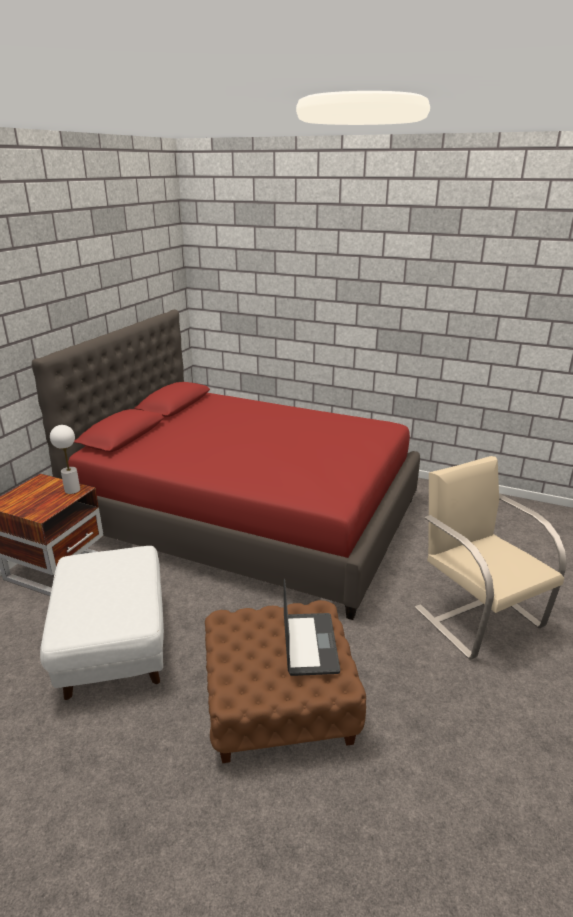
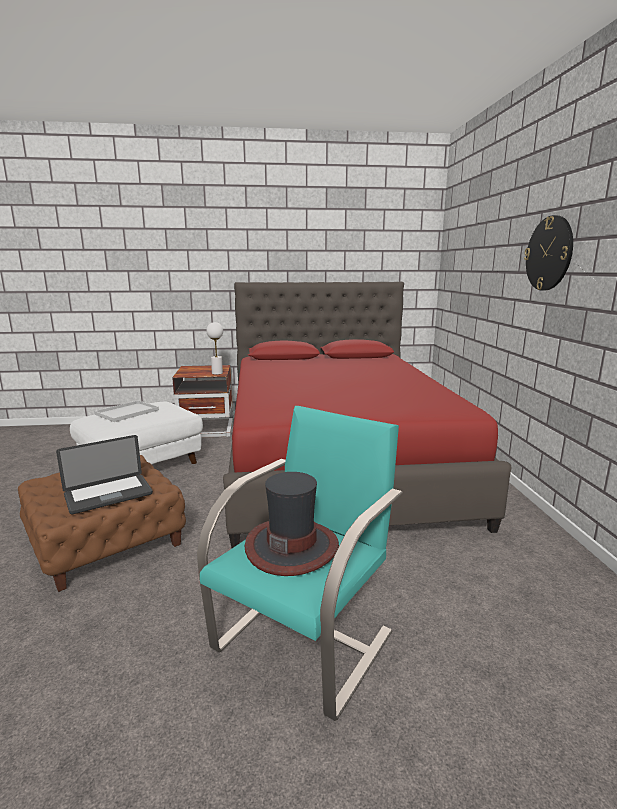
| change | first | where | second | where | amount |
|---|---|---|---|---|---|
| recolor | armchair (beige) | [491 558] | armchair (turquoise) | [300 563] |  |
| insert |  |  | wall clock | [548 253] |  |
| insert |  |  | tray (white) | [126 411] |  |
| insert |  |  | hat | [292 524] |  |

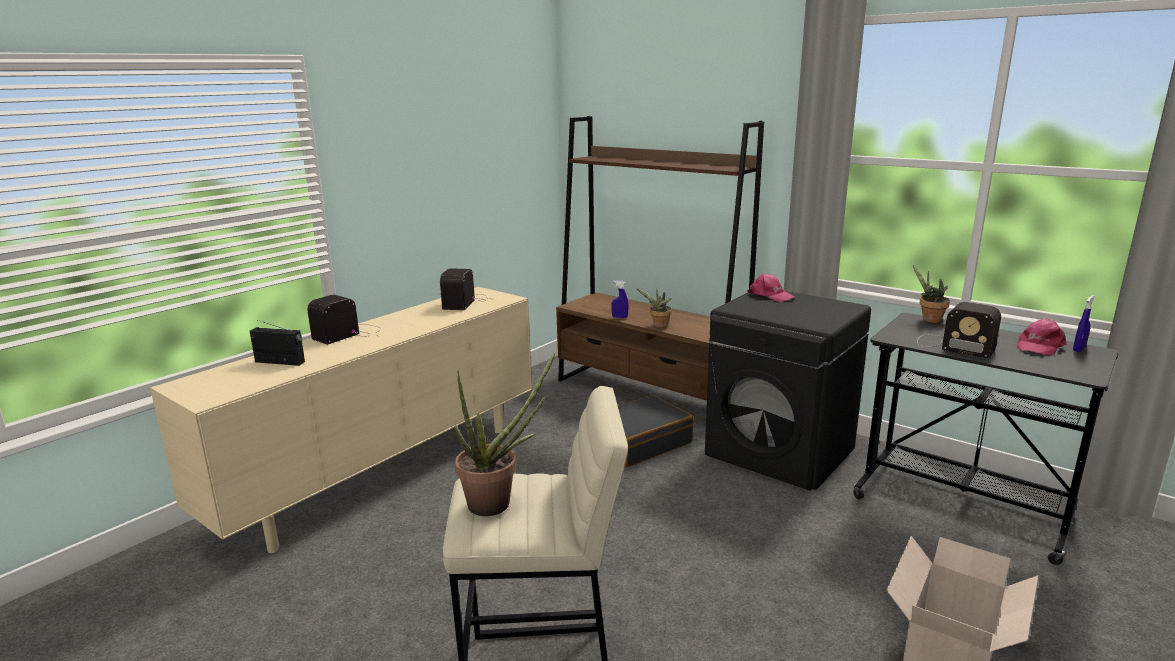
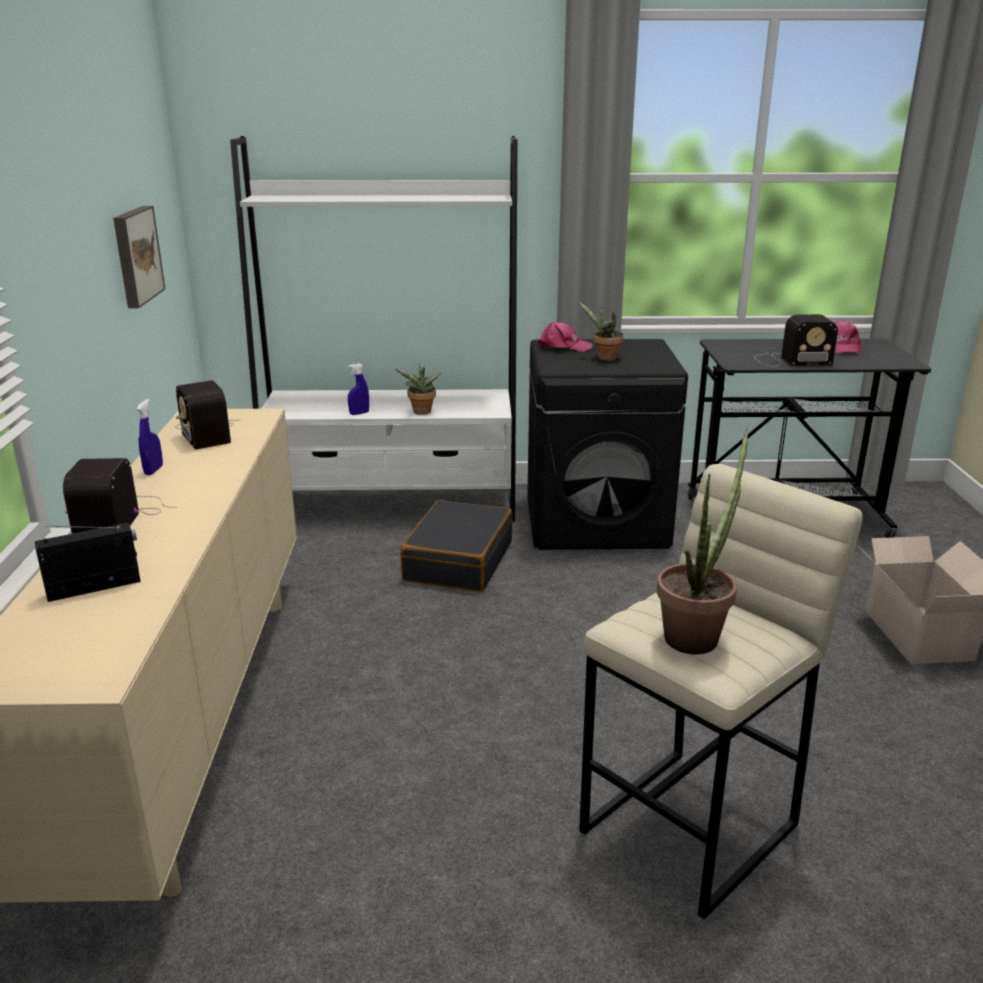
| change | first | where | second | where | amount |
|---|---|---|---|---|---|
| recolor | bookcase (brown) | [660 258] | bookcase (white) | [374 329] |  |
| move | potted plant | [931 294] |  | [600 331] |  |
| move | spray bottle (blue) | [1084 323] |  | [150 437] |  |
| insert |  |  | picture | [139 257] |  |

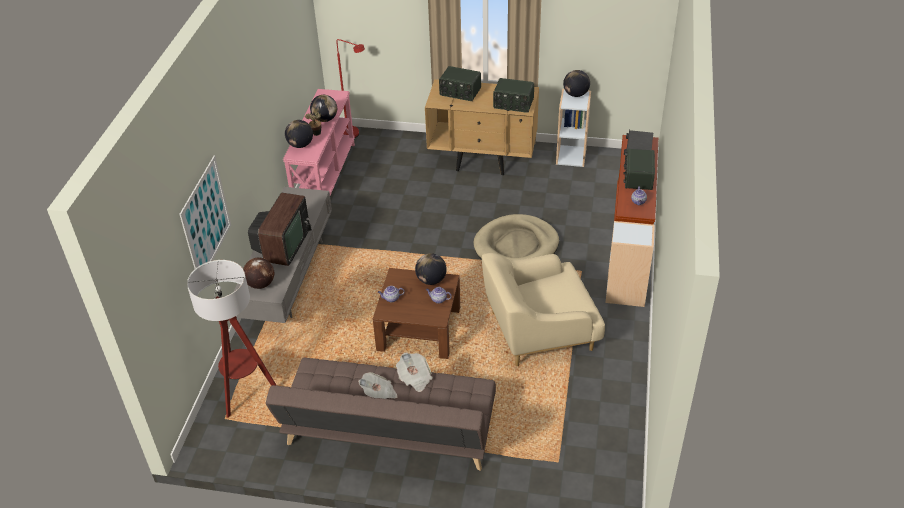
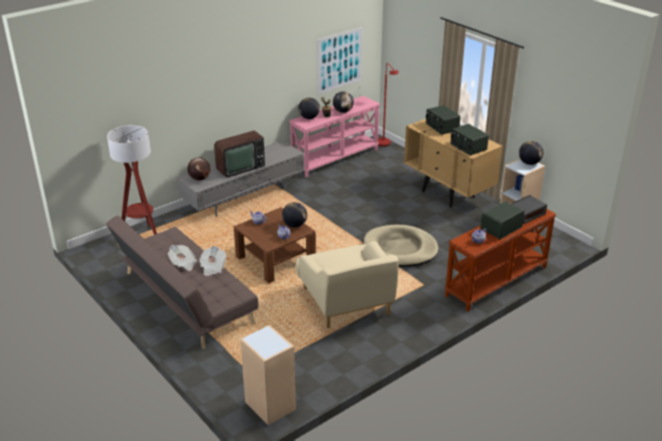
| change | first | where | second | where | amount |
|---|---|---|---|---|---|
| move | picture | [205 212] |  | [340 60] |  |
| move | bookcase | [630 264] |  | [268 375] |  |
| rotate | armchair (beige) | [543 309] |  | [347 284] | 135 degrees counterclockwise |

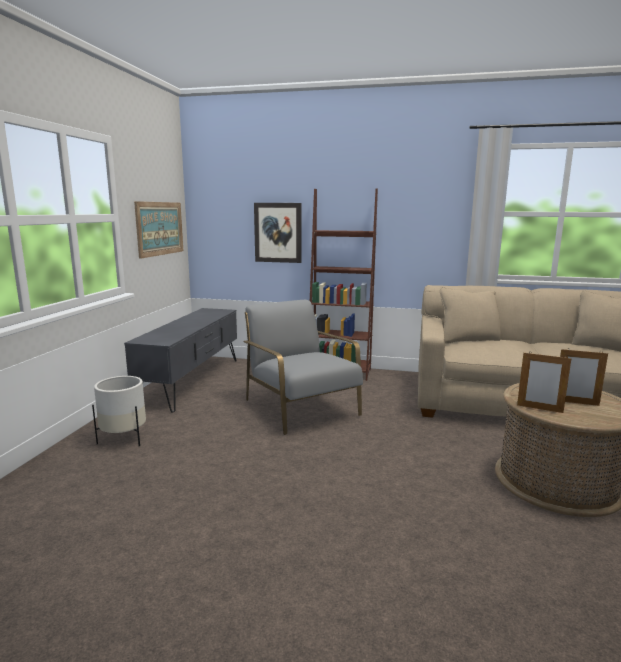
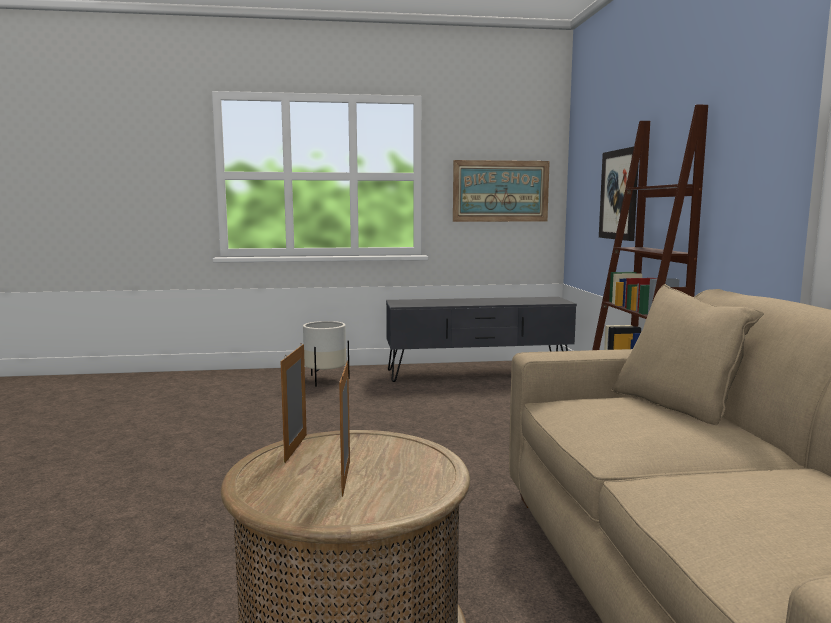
| change | first | where | second | where | amount |
|---|---|---|---|---|---|
| delete | armchair (grey) | [303 367] |  |  |  |

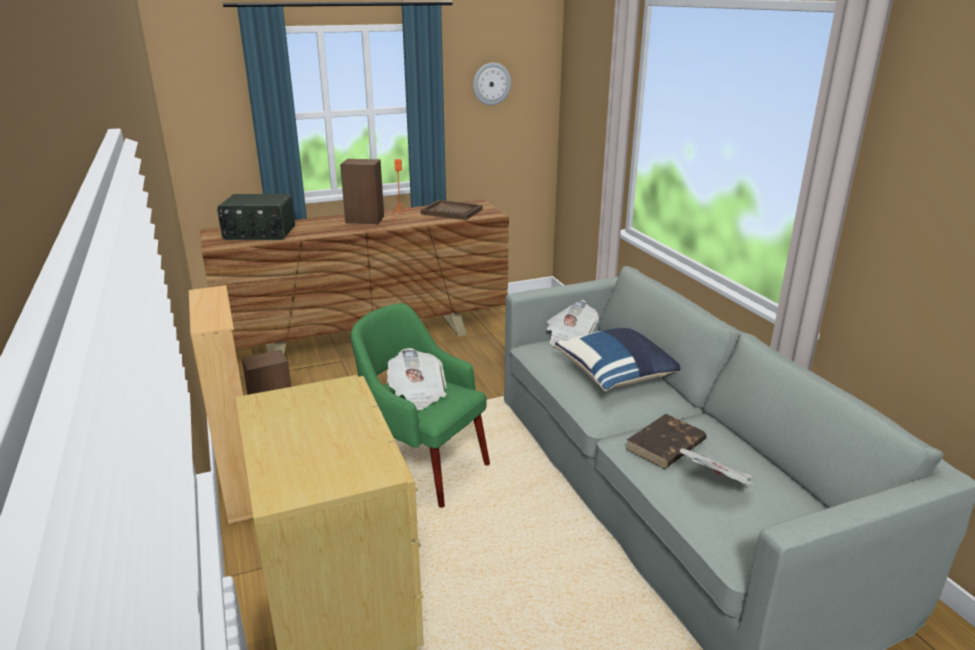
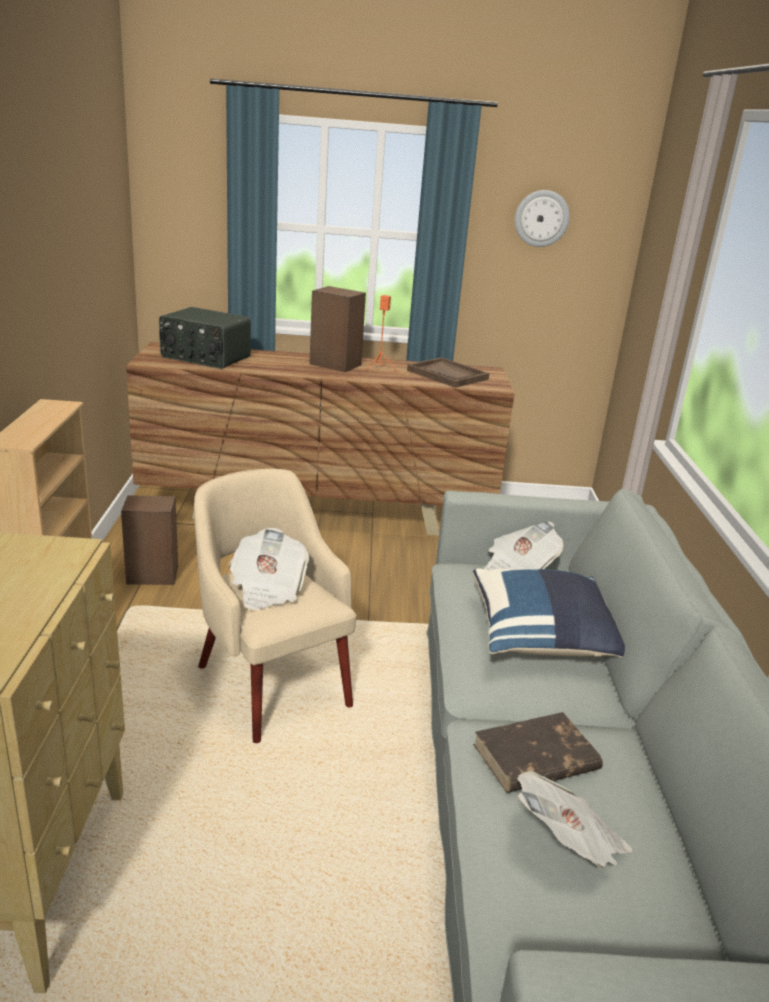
| change | first | where | second | where | amount |
|---|---|---|---|---|---|
| recolor | armchair (green) | [420 405] | armchair (beige) | [275 606] |  |

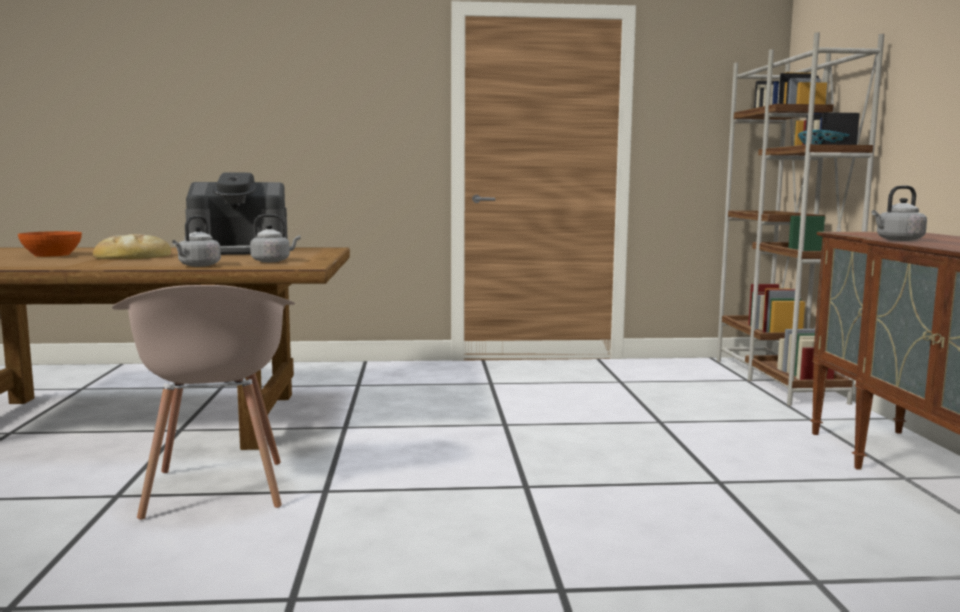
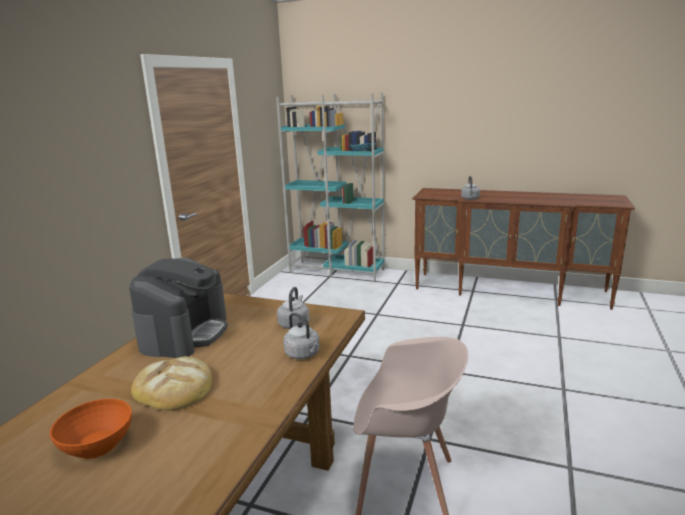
| change | first | where | second | where | amount |
|---|---|---|---|---|---|
| recolor | bookcase (brown) | [800 219] | bookcase (turquoise) | [330 187] |  |

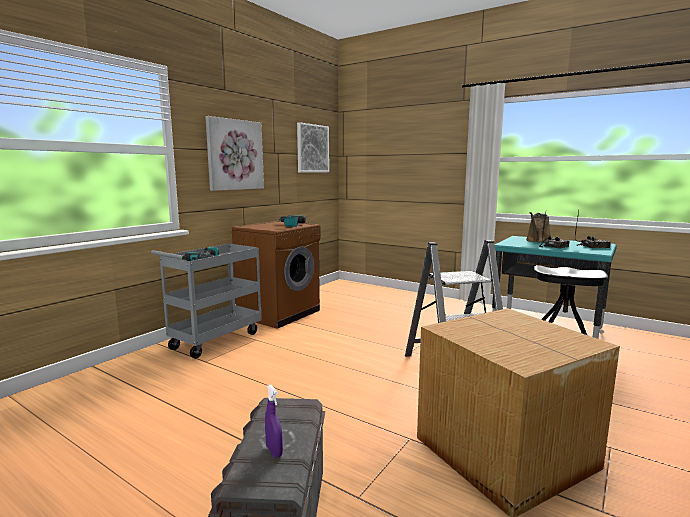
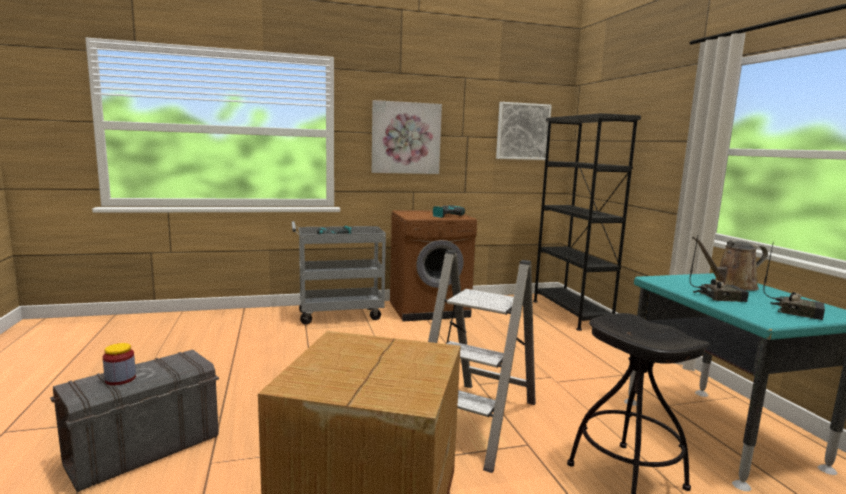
| change | first | where | second | where | amount |
|---|---|---|---|---|---|
| replace | spray bottle (purple) | [274 421] | jar | [119 364] |  |
| insert |  |  | bookcase (black) | [587 222] |  |

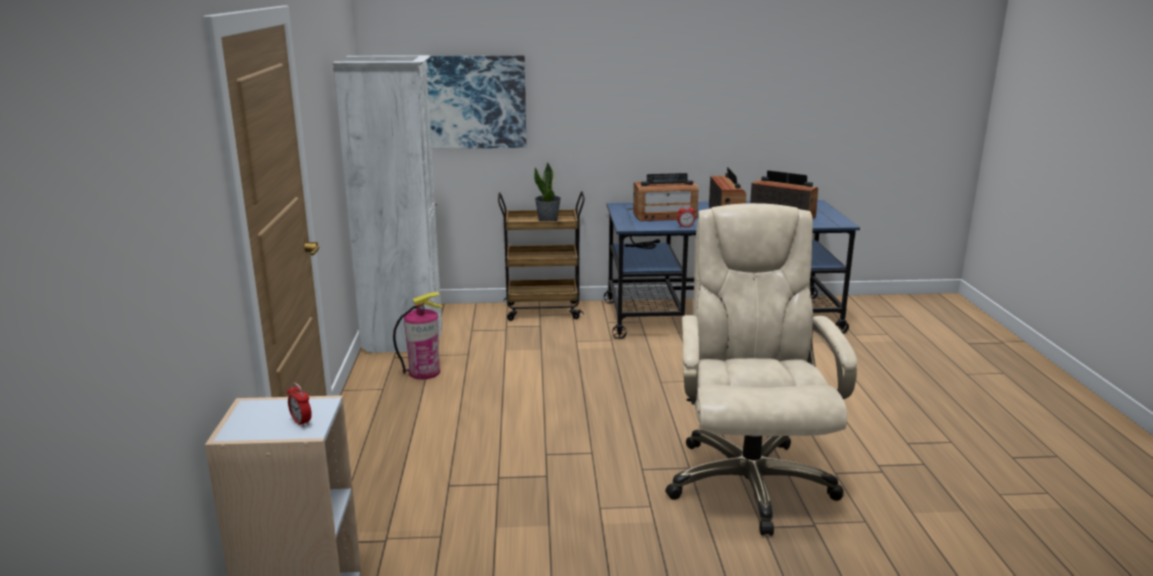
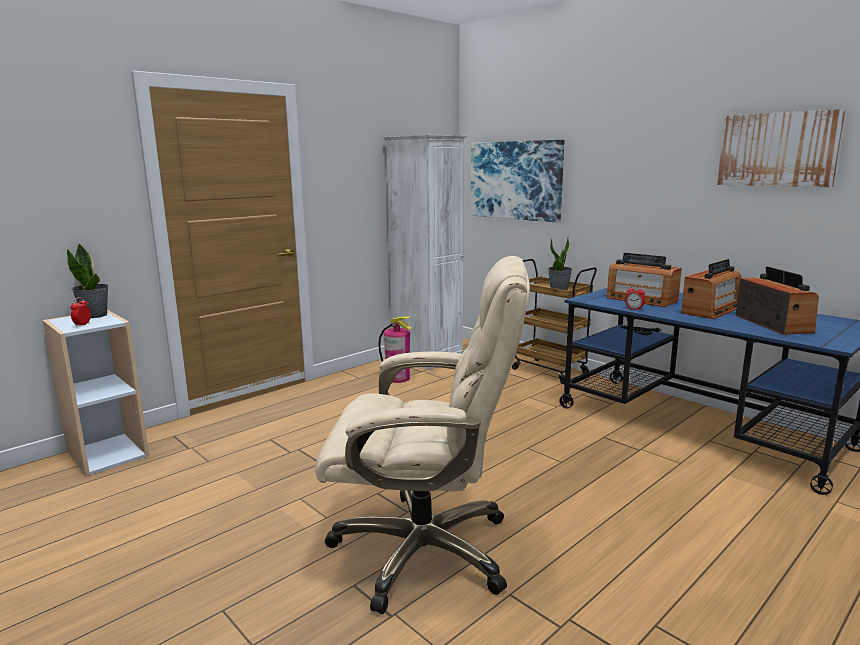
| change | first | where | second | where | amount |
|---|---|---|---|---|---|
| rotate | office chair (beige) | [761 369] |  | [422 435] | 45 degrees clockwise |
| insert |  |  | picture | [781 148] |  |
| insert |  |  | potted plant | [87 281] |  |

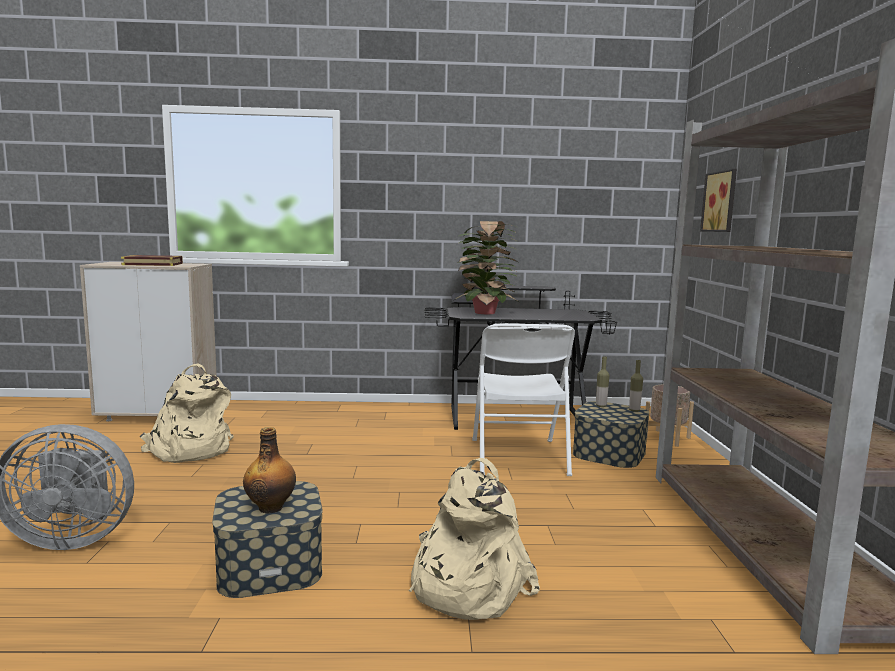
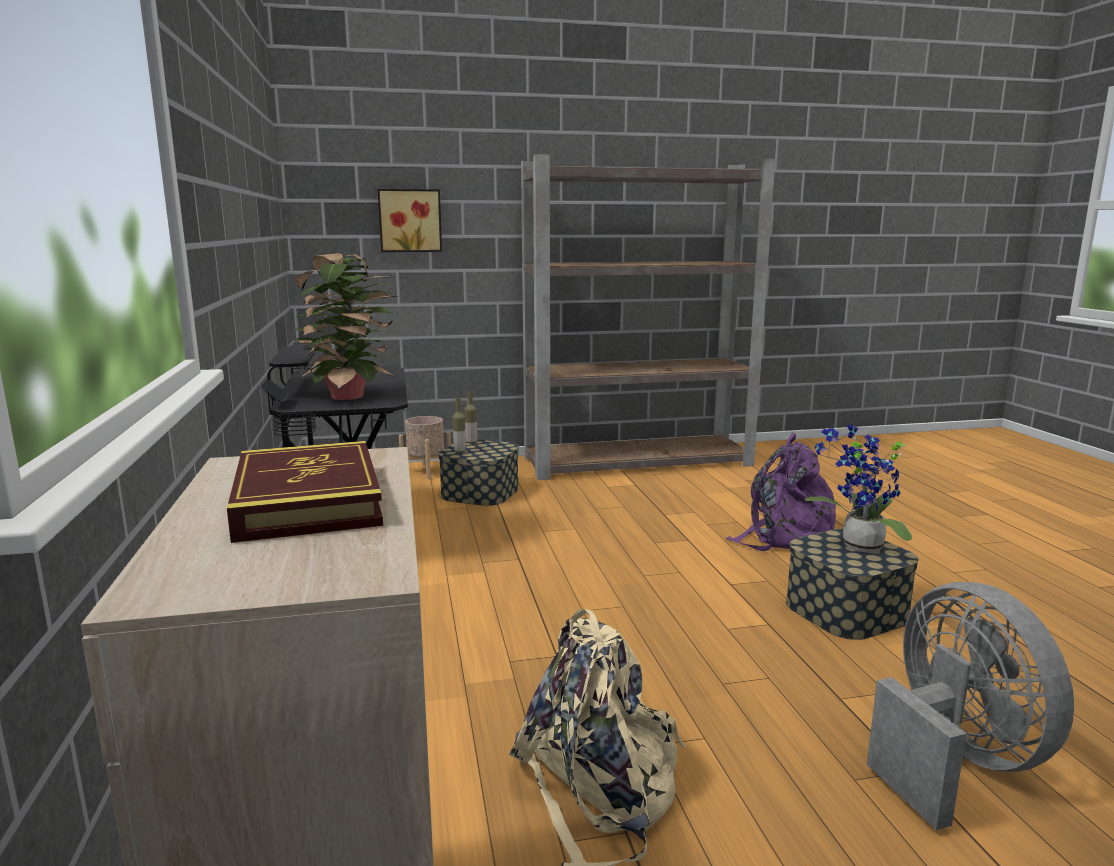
| change | first | where | second | where | amount |
|---|---|---|---|---|---|
| delete | chair (white) | [523 399] |  |  |  |
| replace | bottle | [269 470] | potted plant | [858 488] |  |
| recolor | backpack (beige) | [474 539] | backpack (purple) | [781 491] |  |

